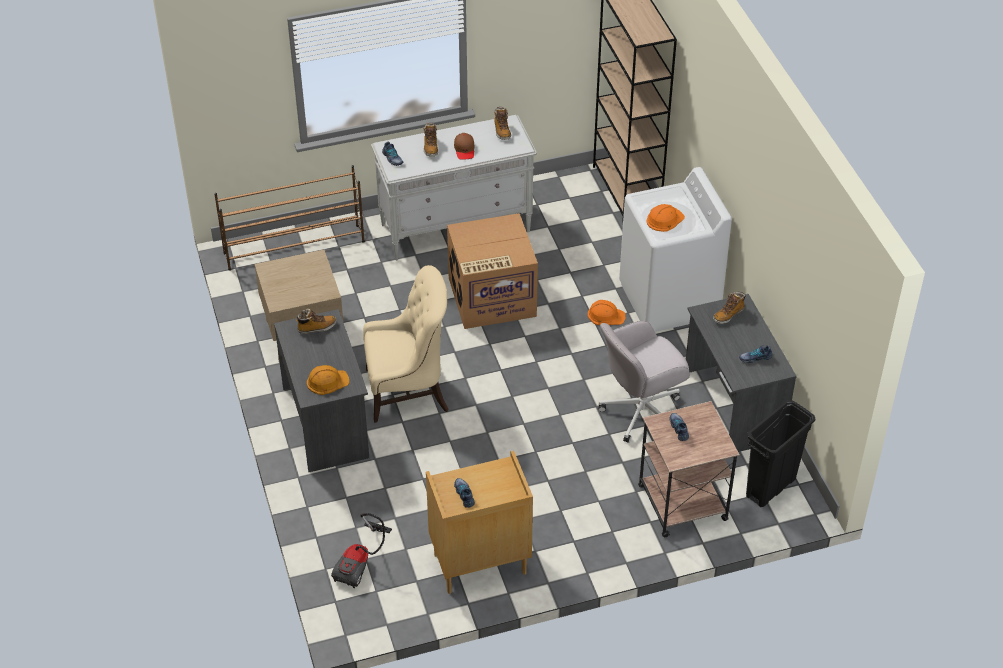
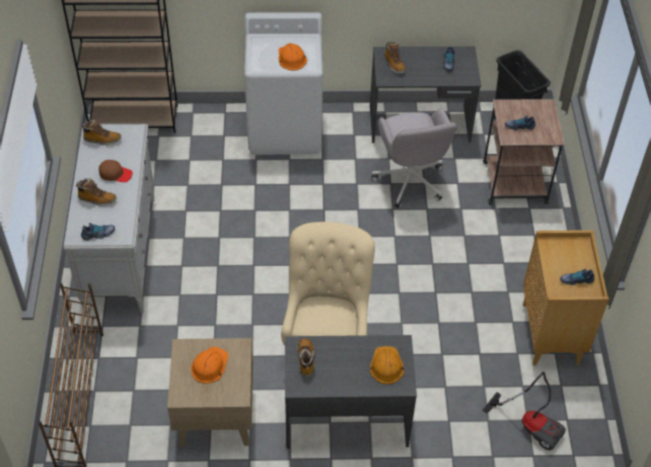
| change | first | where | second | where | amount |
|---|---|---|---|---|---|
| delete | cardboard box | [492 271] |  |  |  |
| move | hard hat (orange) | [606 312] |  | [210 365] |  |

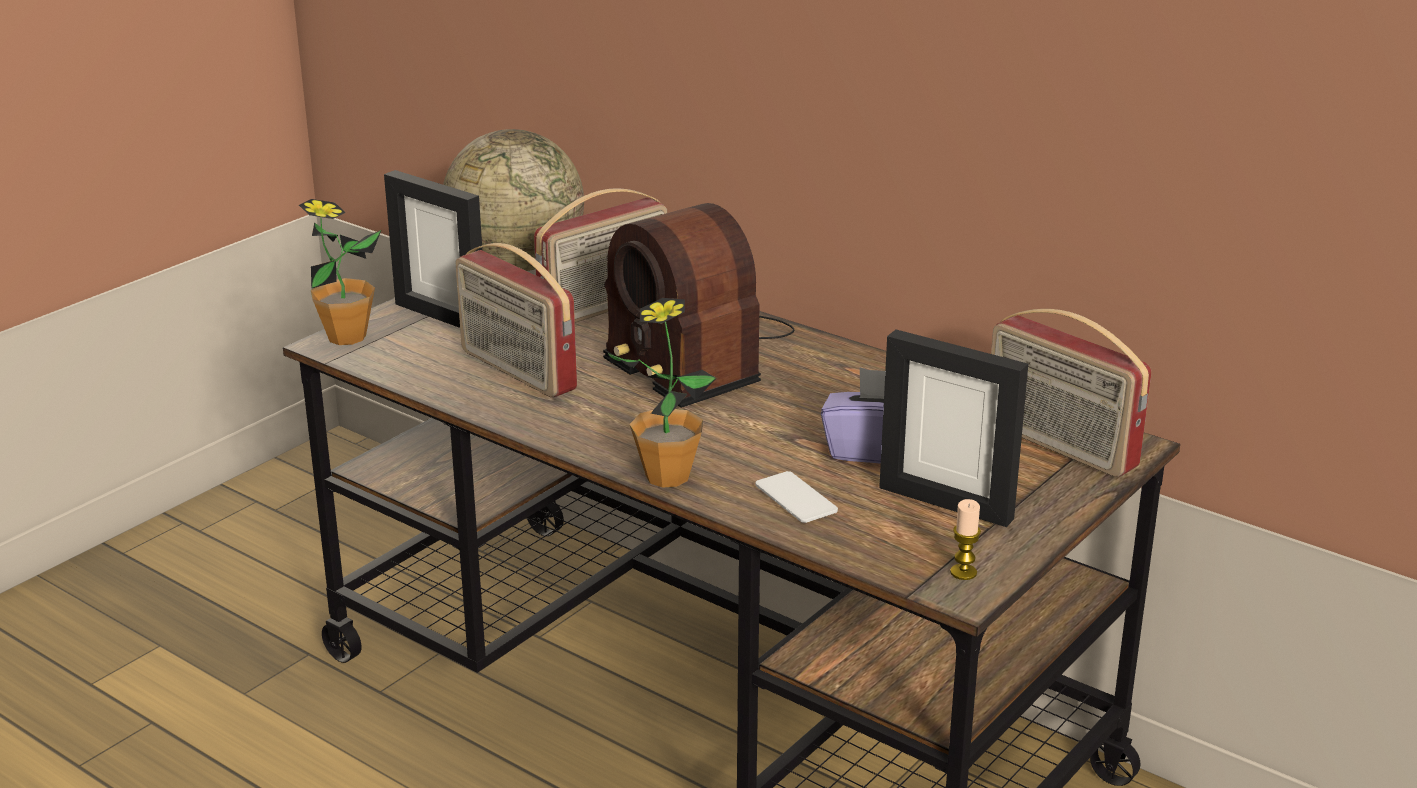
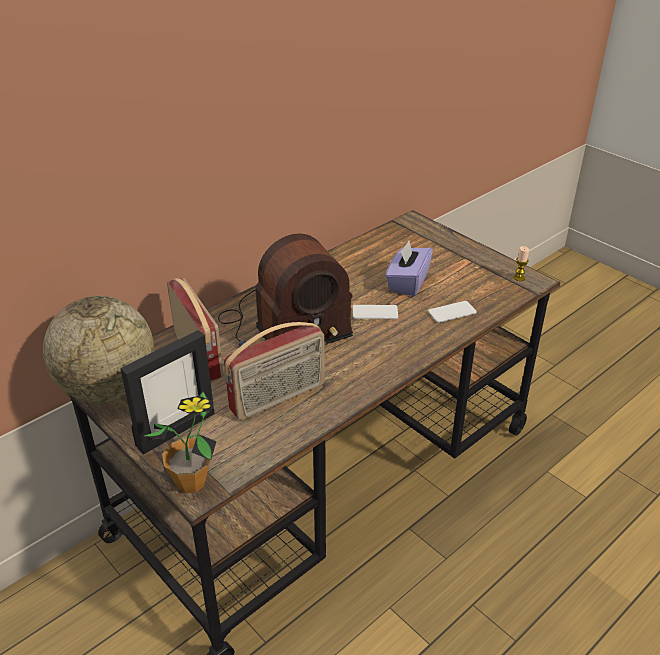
| change | first | where | second | where | amount |
|---|---|---|---|---|---|
| delete | potted plant | [662 393] |  |  |  |
| delete | radio | [1071 393] |  |  |  |
| delete | picture frame | [953 428] |  |  |  |
| insert |  |  | phone | [375 312] |  |

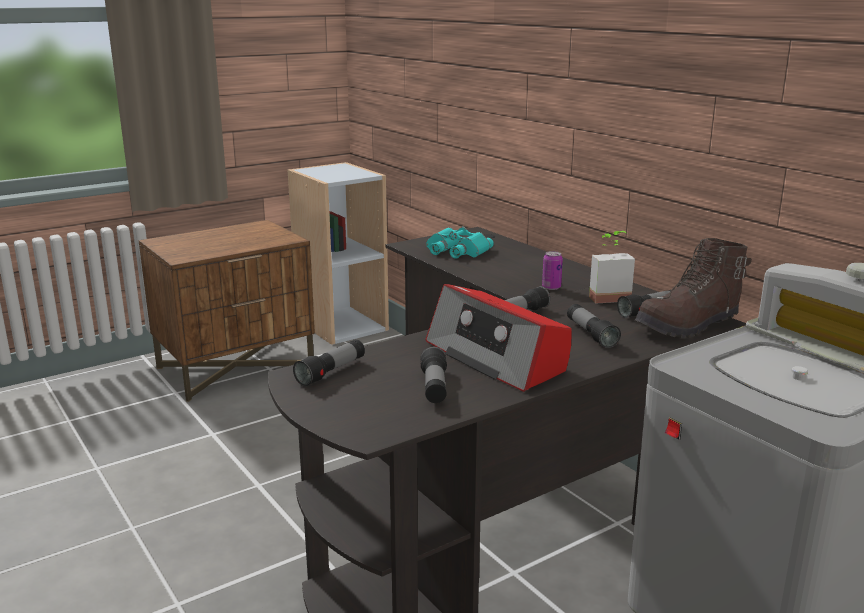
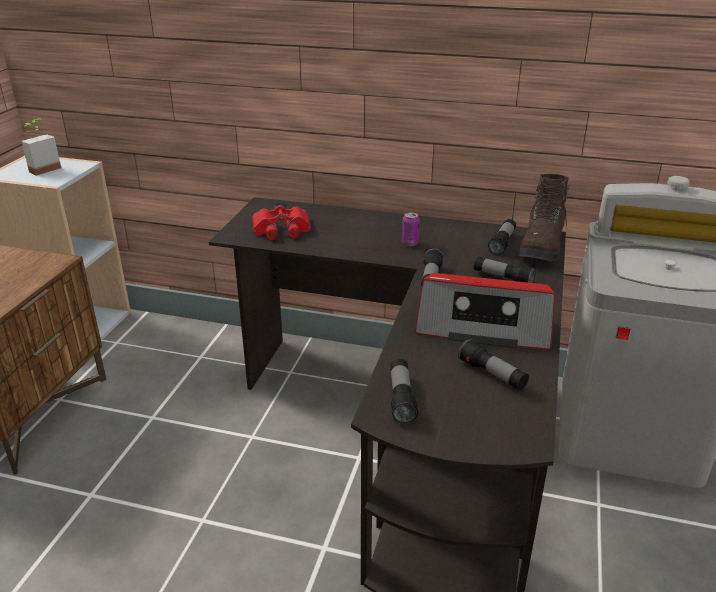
| change | first | where | second | where | amount |
|---|---|---|---|---|---|
| recolor | binoculars (turquoise) | [460 243] | binoculars (red) | [282 222] |  |
| move | potted plant | [612 267] |  | [41 147] |  |

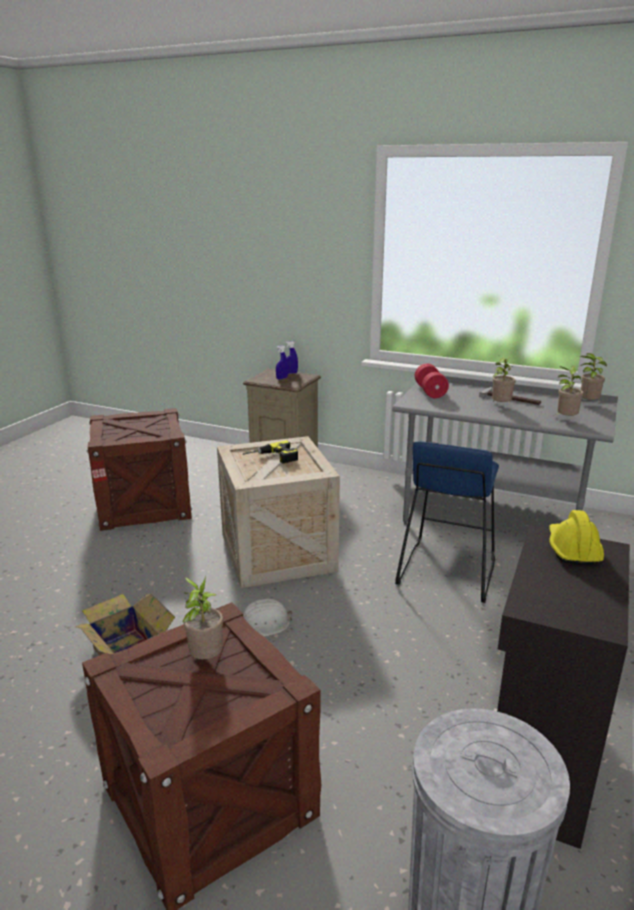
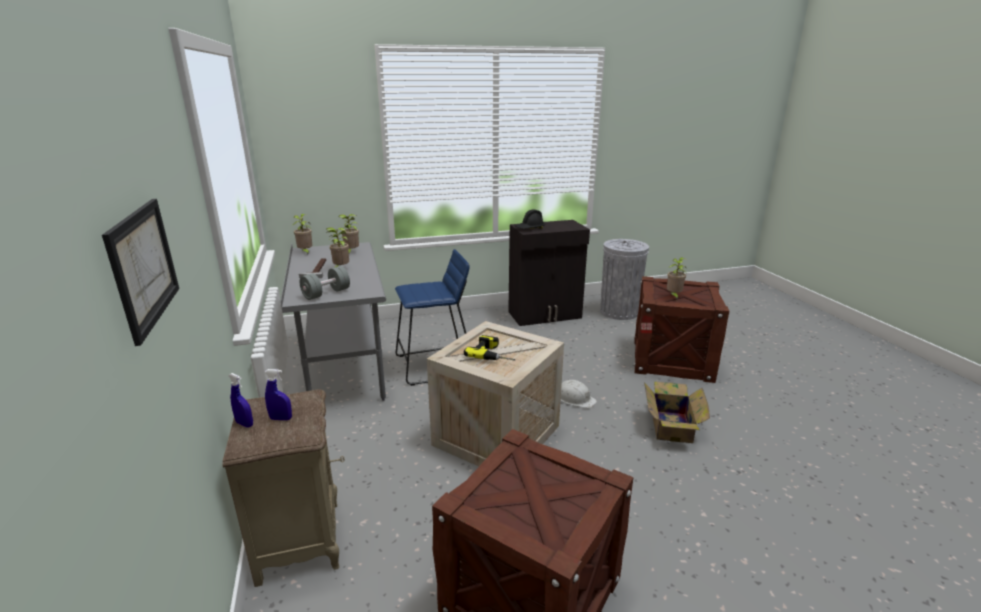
| change | first | where | second | where | amount |
|---|---|---|---|---|---|
| recolor | dumbbell (red) | [432 380] | dumbbell (grey) | [325 283] |  |
| recolor | hard hat (yellow) | [576 537] | hard hat (black) | [530 219] |  |
| insert |  |  | picture | [140 272] |  |

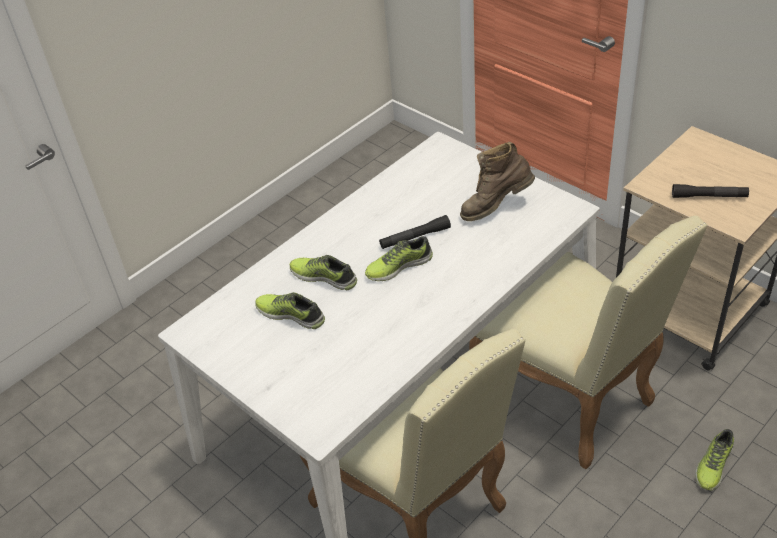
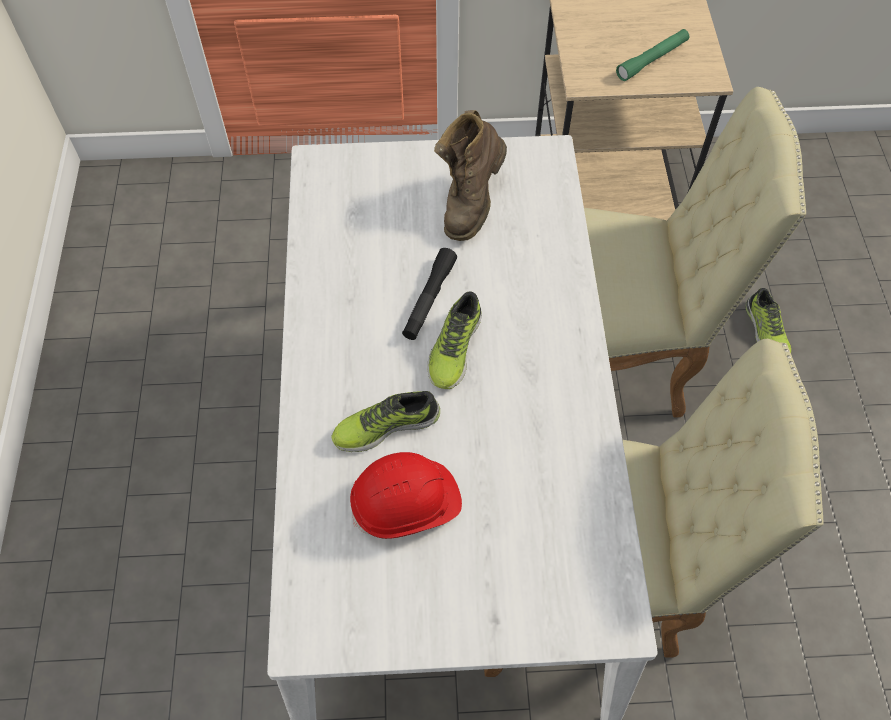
| change | first | where | second | where | amount |
|---|---|---|---|---|---|
| recolor | flashlight (black) | [710 191] | flashlight (green) | [652 55] |  |
| replace | shoe | [290 310] | hard hat (red) | [406 495] |  |

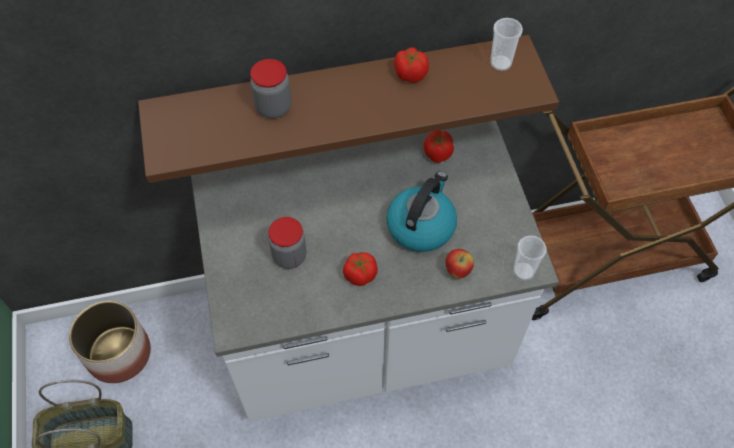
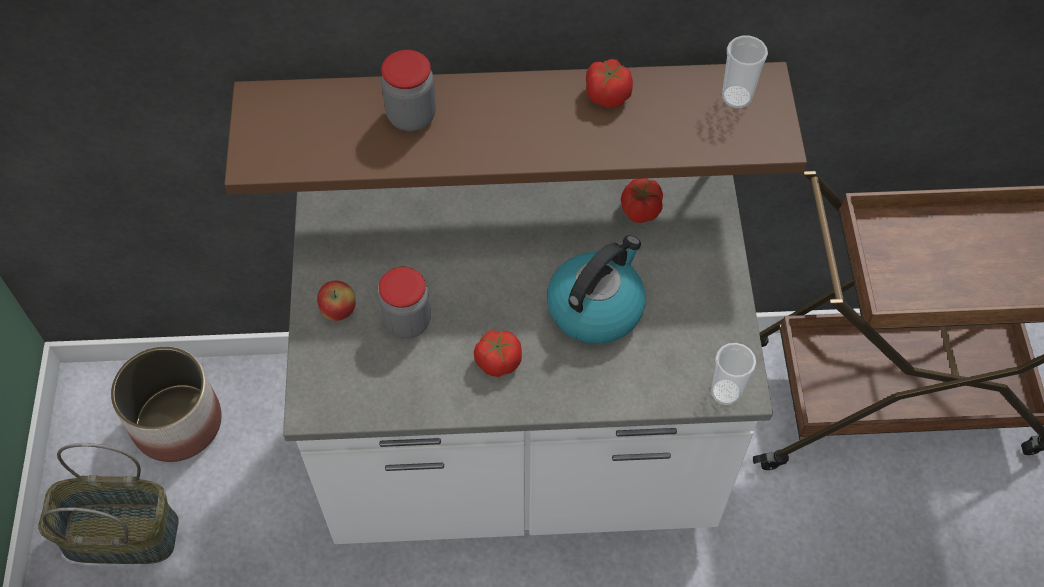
| change | first | where | second | where | amount |
|---|---|---|---|---|---|
| move | apple | [459 264] |  | [336 300] |  |

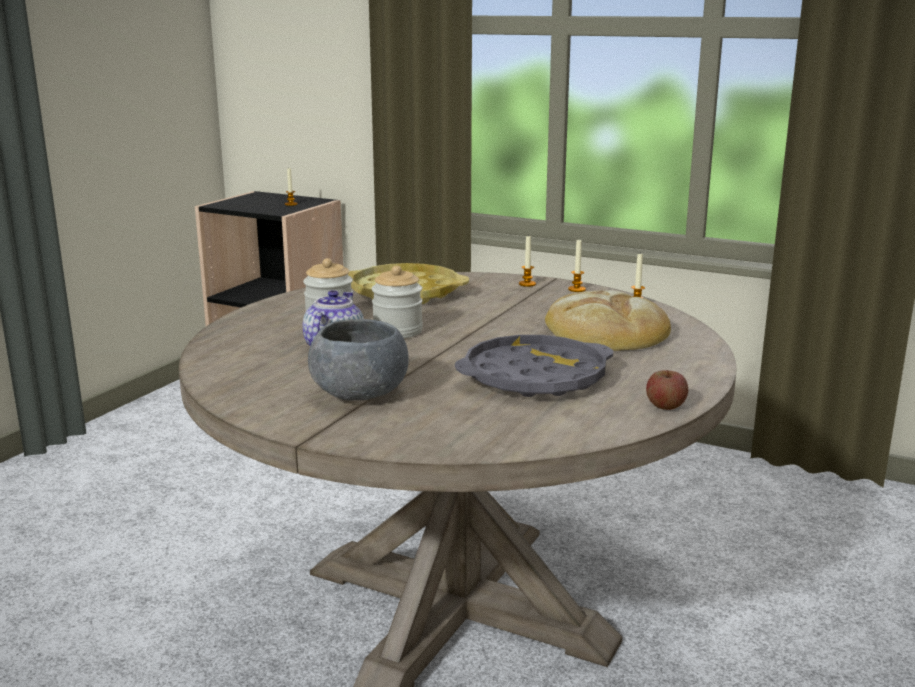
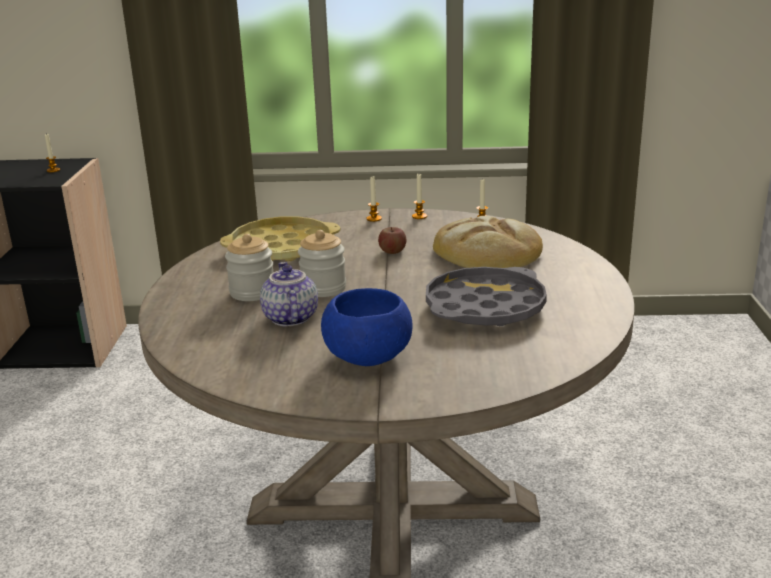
| change | first | where | second | where | amount |
|---|---|---|---|---|---|
| recolor | bowl (grey) | [358 360] | bowl (blue) | [367 327] |  |
| move | apple | [667 390] |  | [392 240] |  |

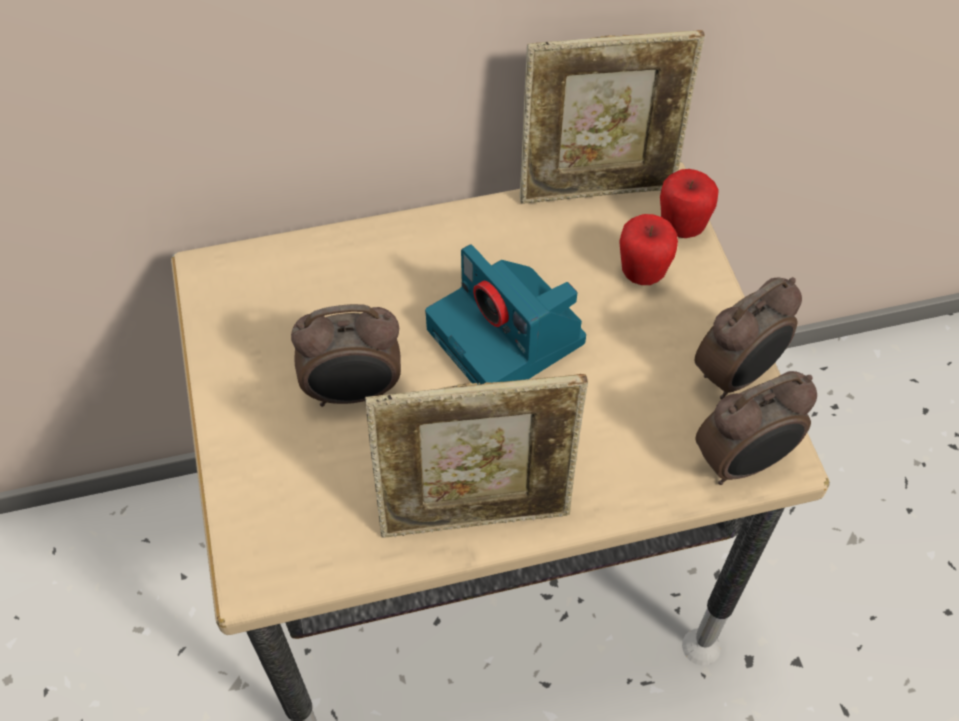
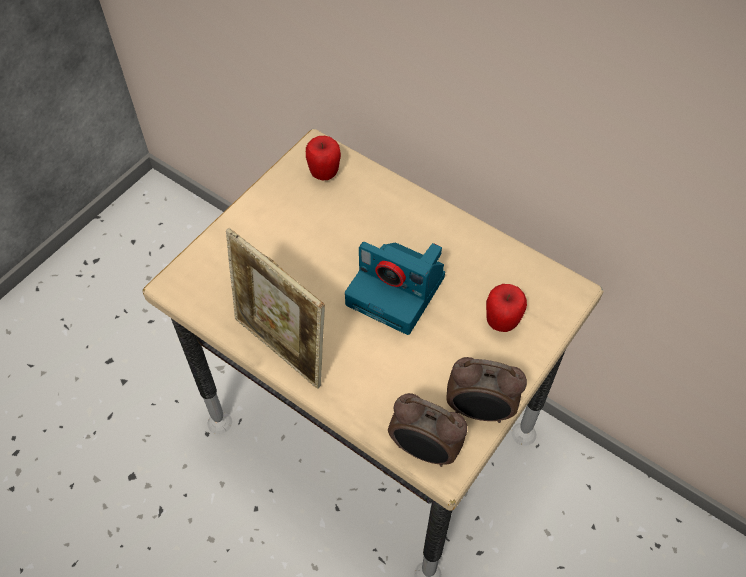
| change | first | where | second | where | amount |
|---|---|---|---|---|---|
| delete | picture frame | [612 117] |  |  |  |
| move | apple | [689 203] |  | [323 158] |  |
| rotate | photo camera | [505 314] |  | [395 288] | 75 degrees counterclockwise |
| delete | alarm clock | [346 355] |  |  |  |

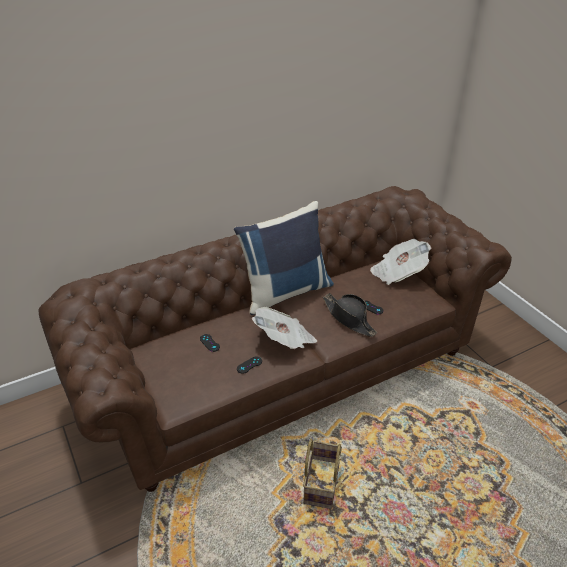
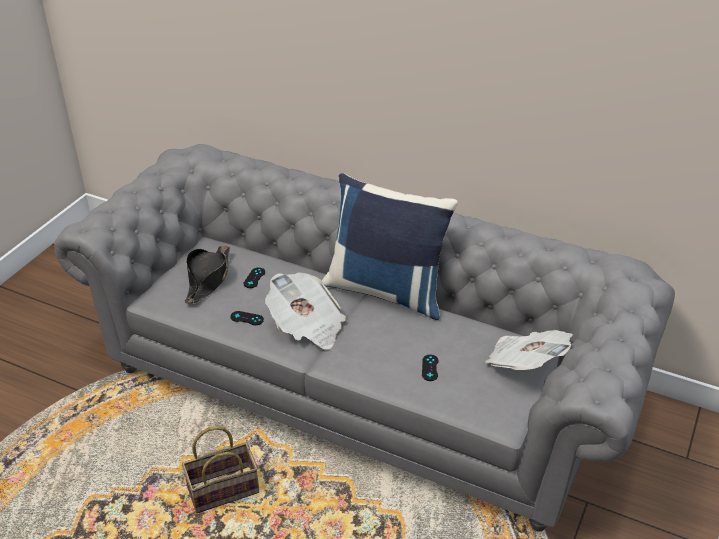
| change | first | where | second | where | amount |
|---|---|---|---|---|---|
| recolor | sofa (brown) | [275 339] | sofa (grey) | [364 337] |  |
| move | hat (black) | [350 315] |  | [207 275] |  |

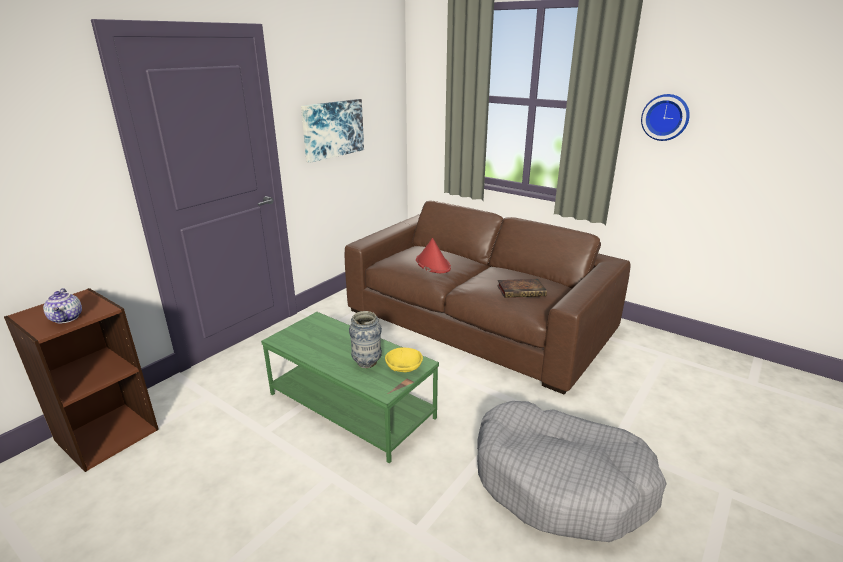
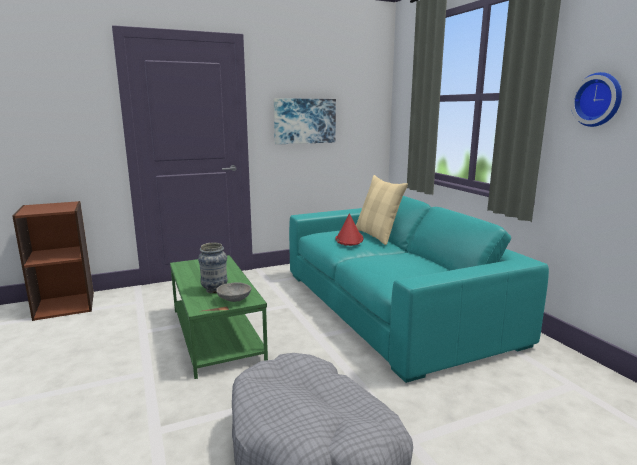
| change | first | where | second | where | amount |
|---|---|---|---|---|---|
| recolor | sofa (brown) | [487 298] | sofa (turquoise) | [419 289] |  |
| delete | book | [522 288] |  |  |  |
| delete | teapot | [62 306] |  |  |  |
| recolor | bowl (yellow) | [404 360] | bowl (grey) | [234 292] |  |
| insert |  |  | pillow (beige) | [382 210] |  |

